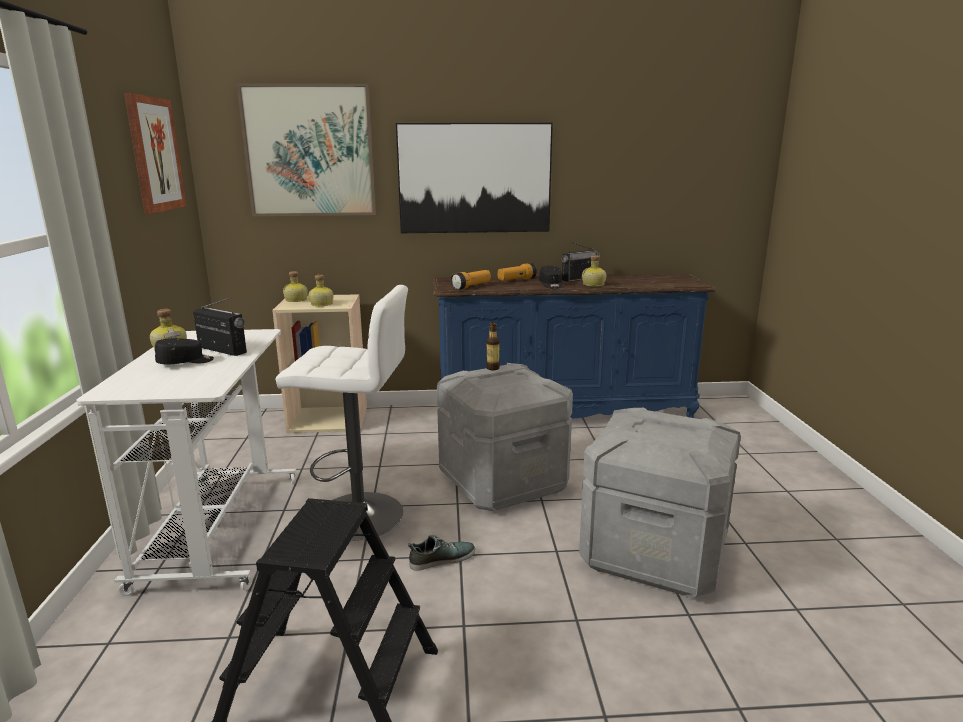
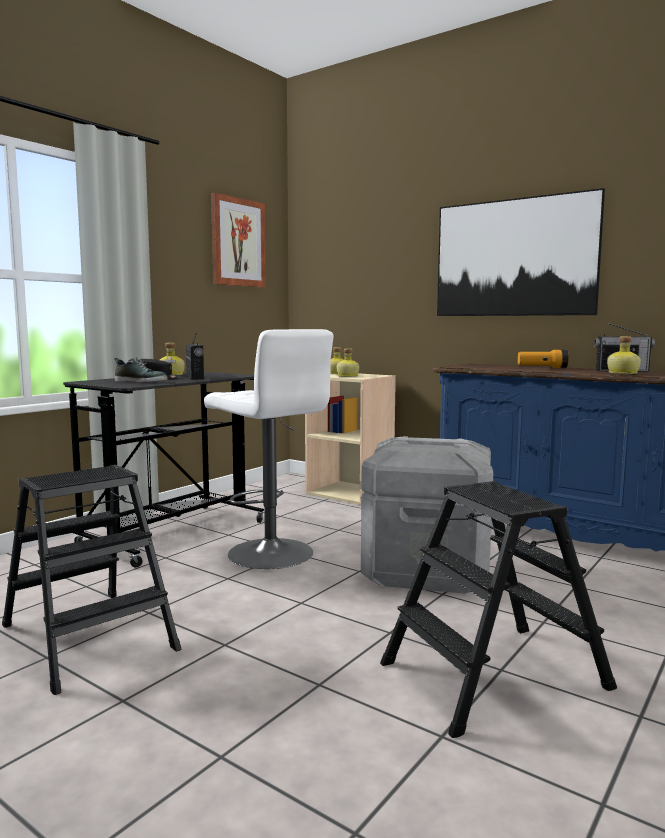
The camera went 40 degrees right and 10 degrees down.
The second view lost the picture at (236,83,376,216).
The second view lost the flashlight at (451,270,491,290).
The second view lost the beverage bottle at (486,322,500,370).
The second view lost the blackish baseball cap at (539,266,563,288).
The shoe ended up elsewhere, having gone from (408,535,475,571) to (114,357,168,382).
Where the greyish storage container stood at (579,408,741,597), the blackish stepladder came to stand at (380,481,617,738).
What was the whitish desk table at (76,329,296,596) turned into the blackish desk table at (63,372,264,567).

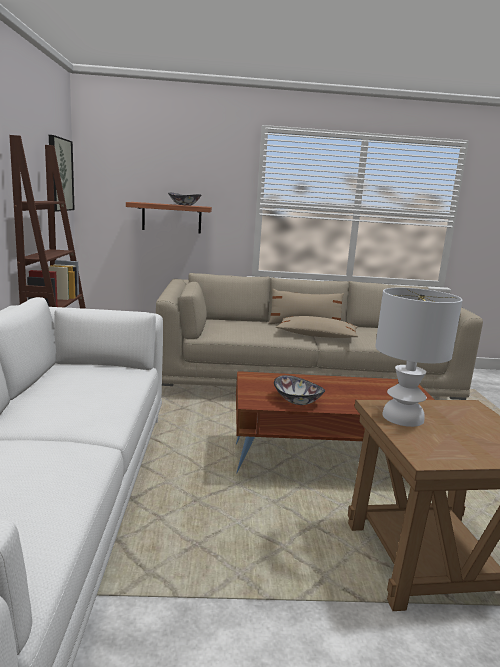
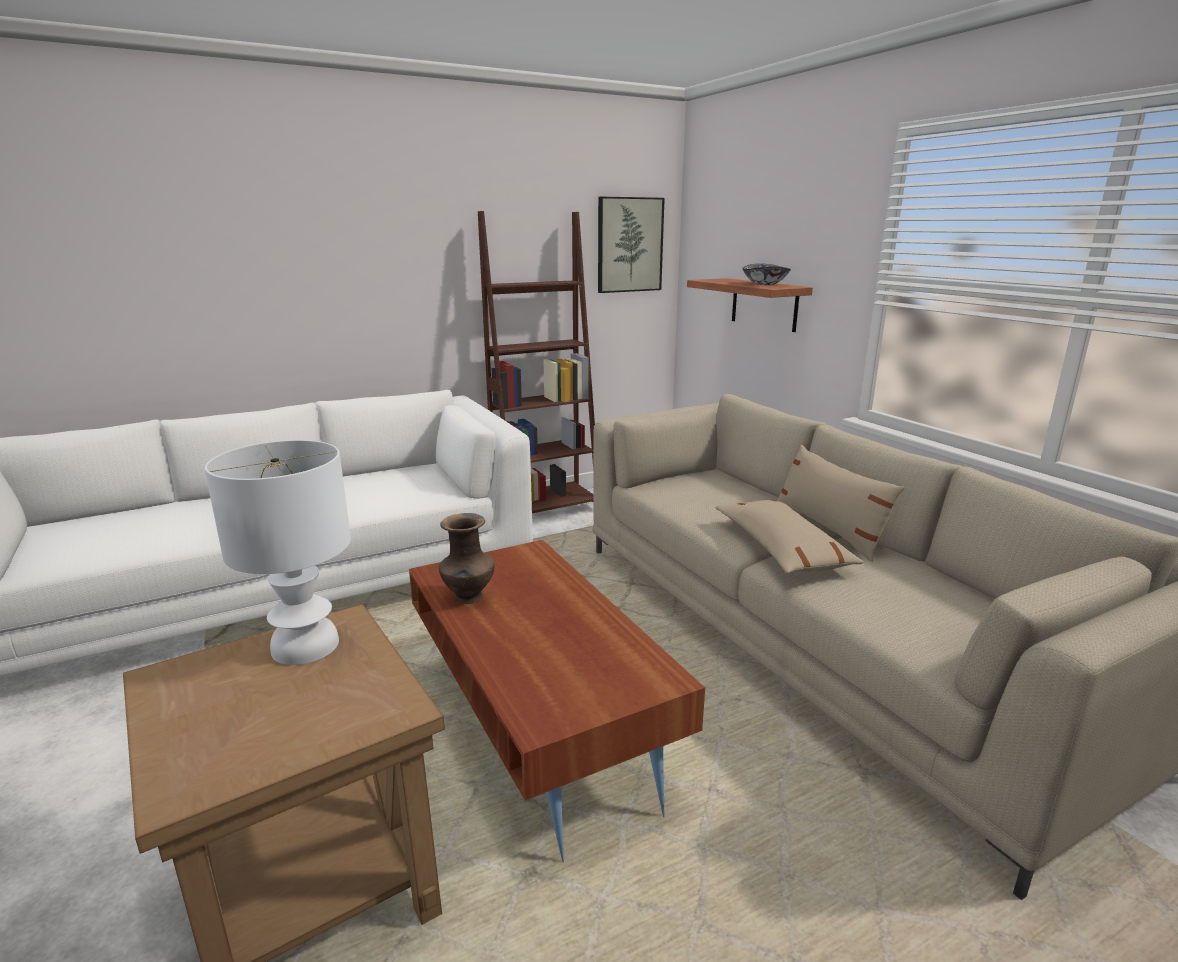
The camera went 65 degrees right and 5 degrees up.
Where the serving bowl stood at (274,375,325,405), the brown vase came to stand at (439,513,494,604).

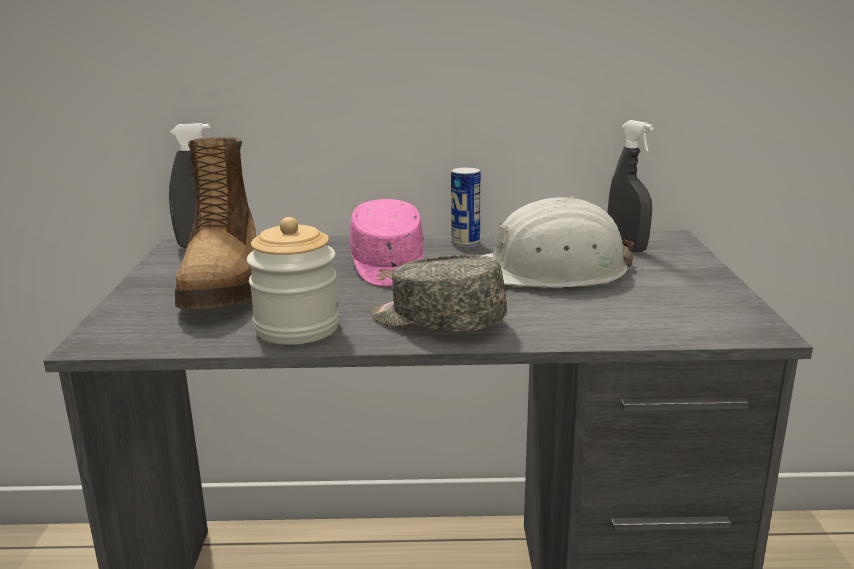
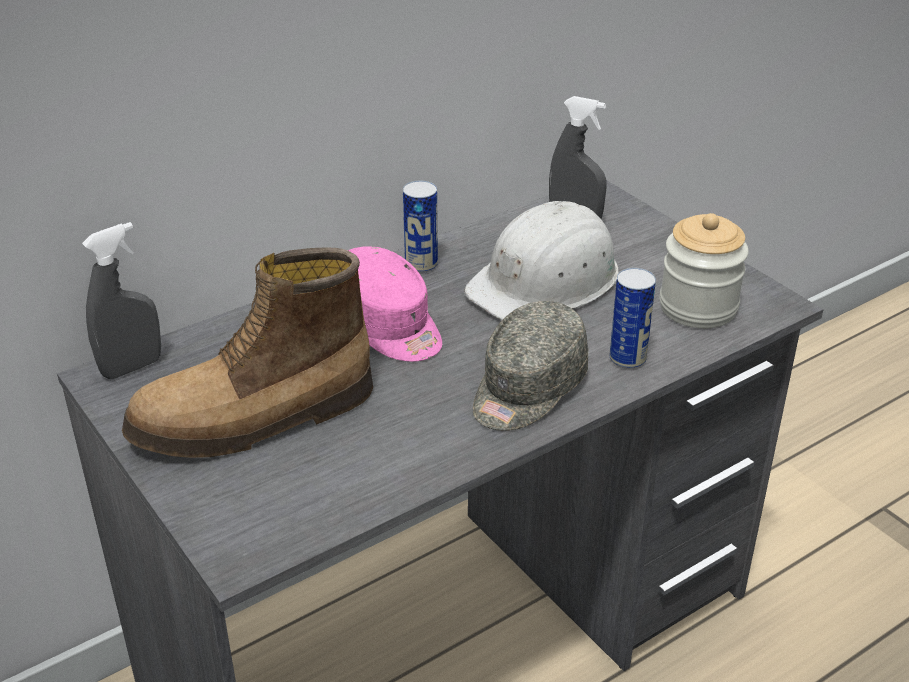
The camera went 35 degrees left and 15 degrees up.
The second view gained the can at (609,268,656,369).
The jar ended up elsewhere, having gone from (247,217,339,345) to (660,213,749,328).
The tall boot at (175,136,256,309) ended up facing another way, 105 degrees clockwise from before.
The greyish baseball cap at (372,255,507,331) ended up facing another way, 45 degrees counterclockwise from before.

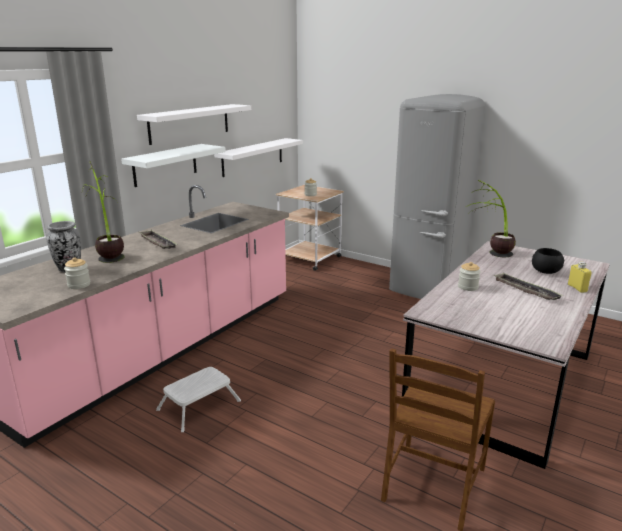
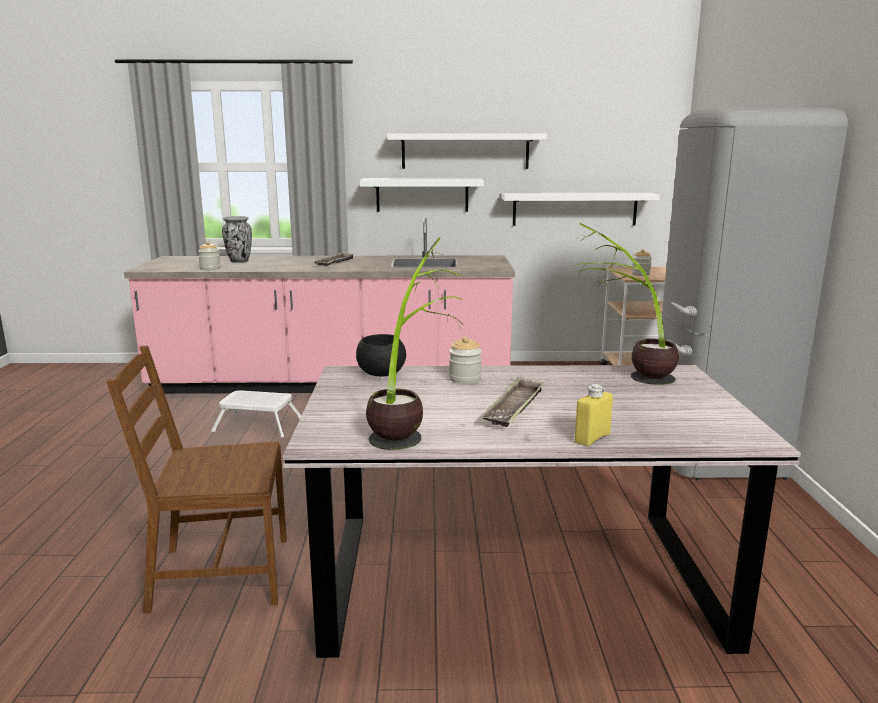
The camera went 55 degrees right and 5 degrees down.
The houseplant ended up elsewhere, having gone from (82,161,125,263) to (366,238,463,450).
The blackish serving bowl ended up elsewhere, having gone from (532,248,564,274) to (356,334,406,376).

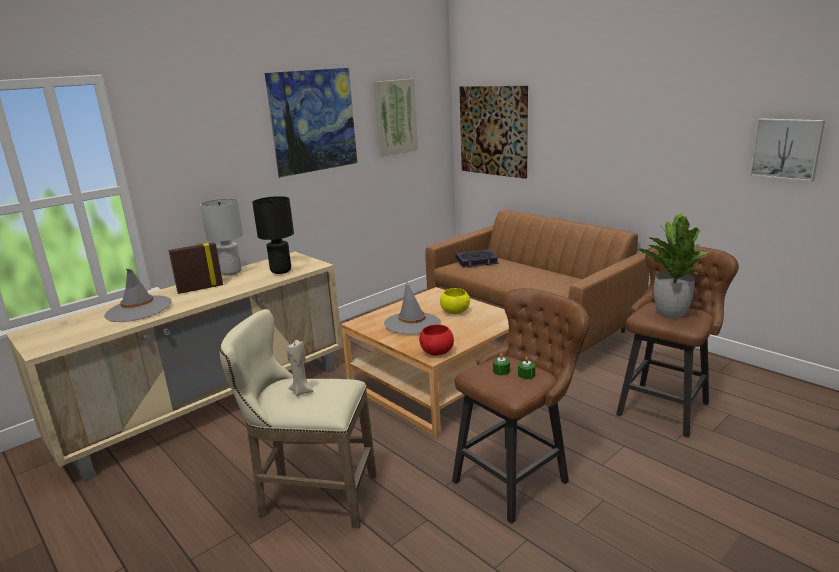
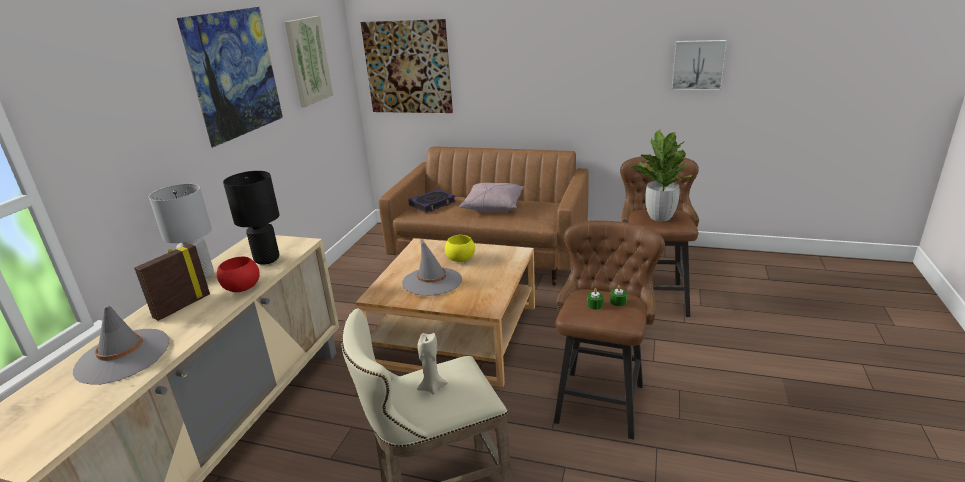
The camera went 30 degrees left and 5 degrees up.
The second view gained the purple-coloured pillow at (459,183,524,212).
The reddish serving bowl ended up elsewhere, having gone from (419,325,454,356) to (217,257,260,292).

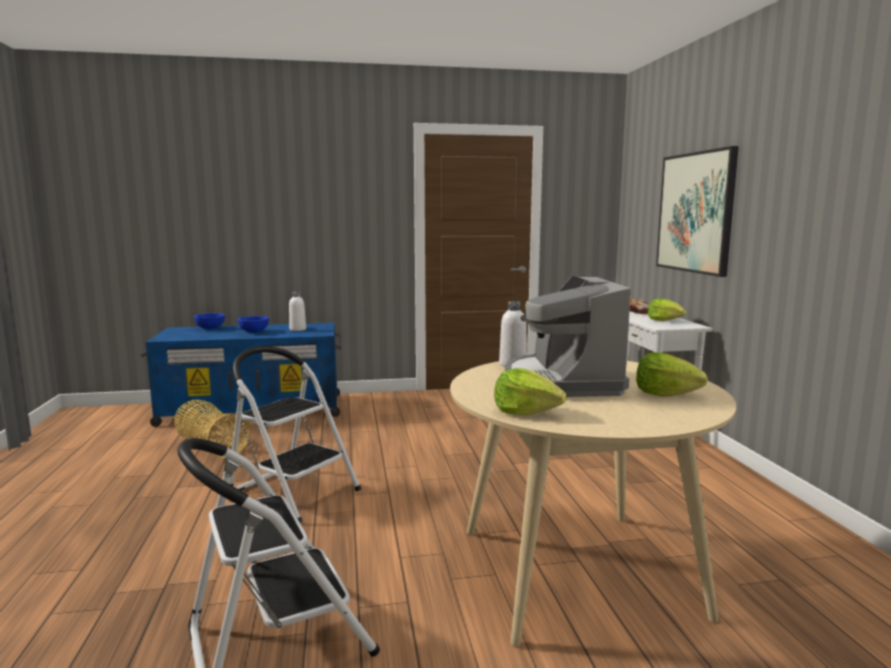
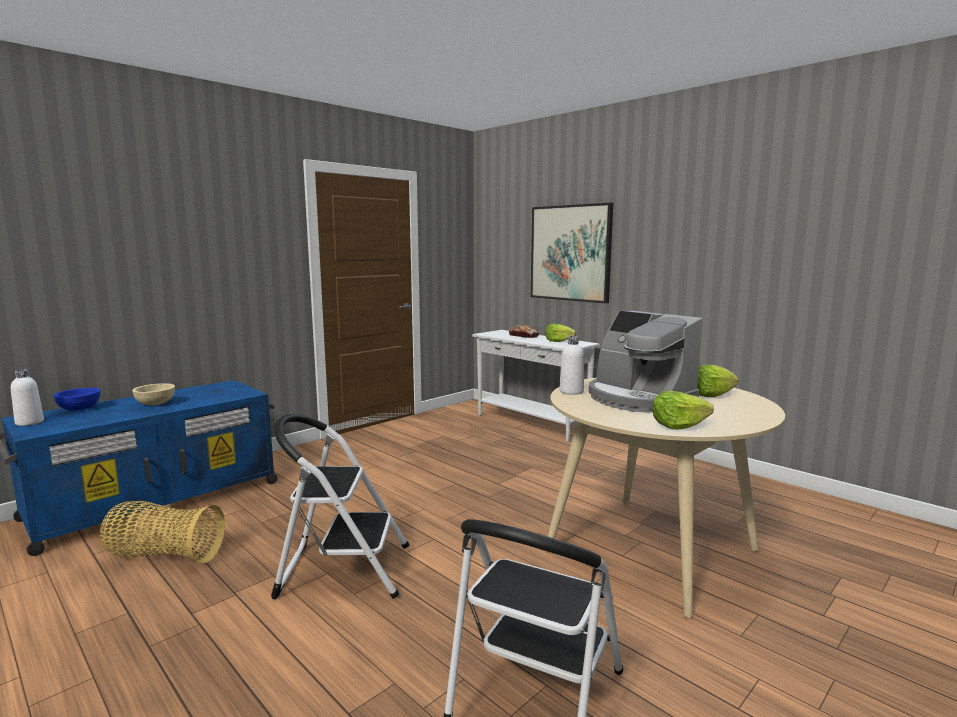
The camera went 35 degrees left and 0 degrees up.
The whitish beverage bottle ended up elsewhere, having gone from (289,291,306,331) to (11,369,44,426).
What was the blue-coloured serving bowl at (238,316,269,333) turned into the beige serving bowl at (132,383,175,405).

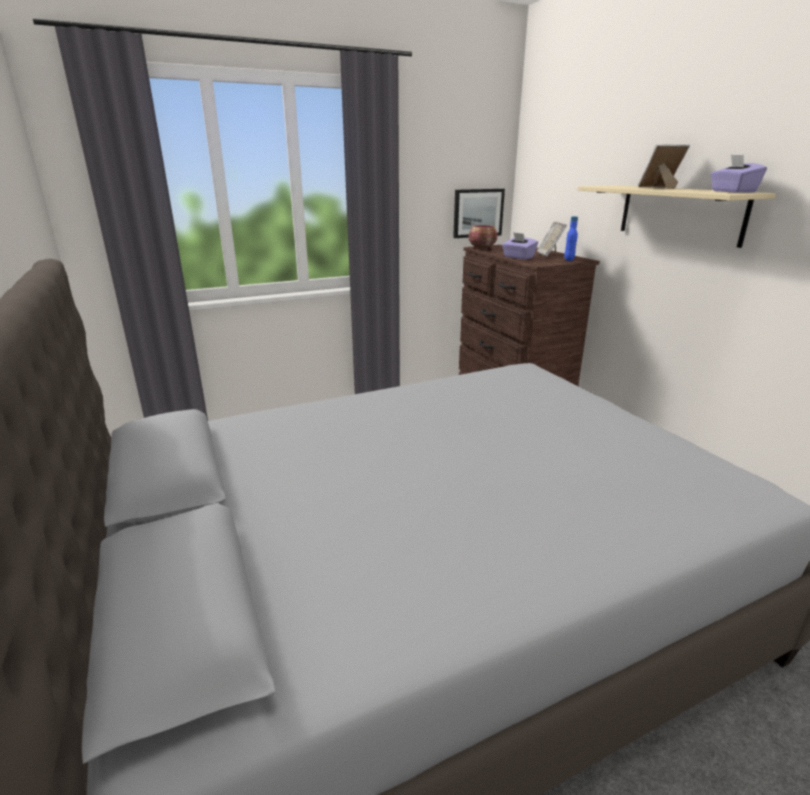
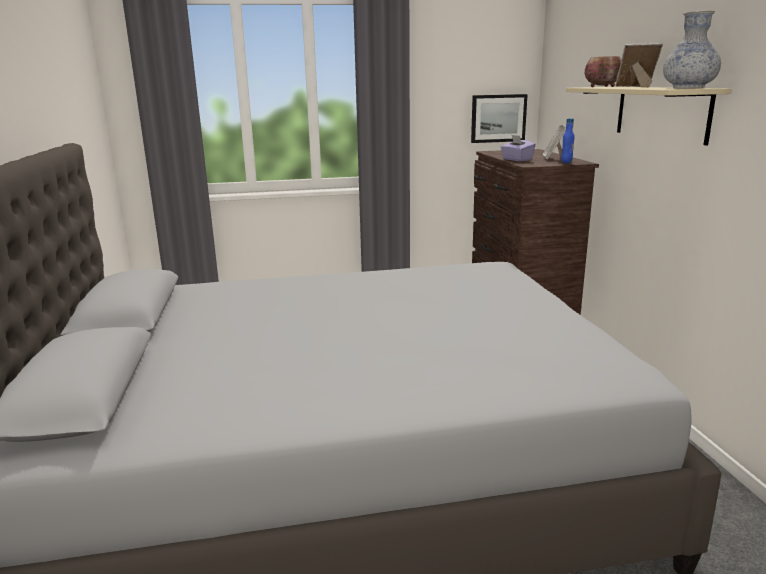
The camera went 15 degrees right and 5 degrees down.
The serving bowl ended up elsewhere, having gone from (469,225,497,250) to (585,56,621,87).
Where the purple-coloured tissue box stood at (711,155,767,193), the vase came to stand at (663,10,721,88).

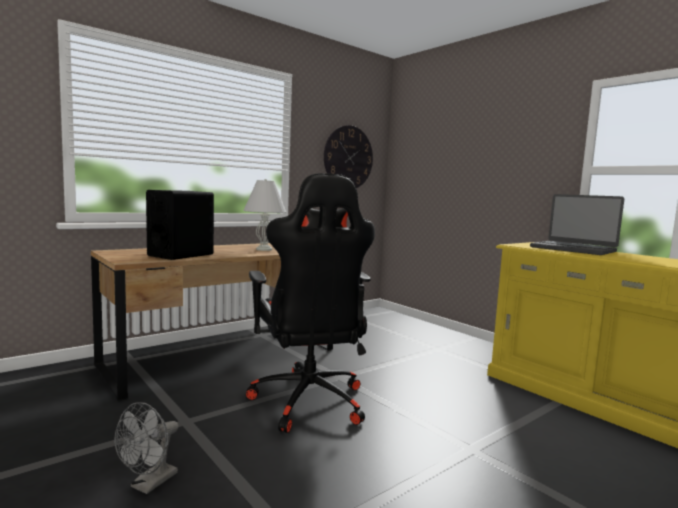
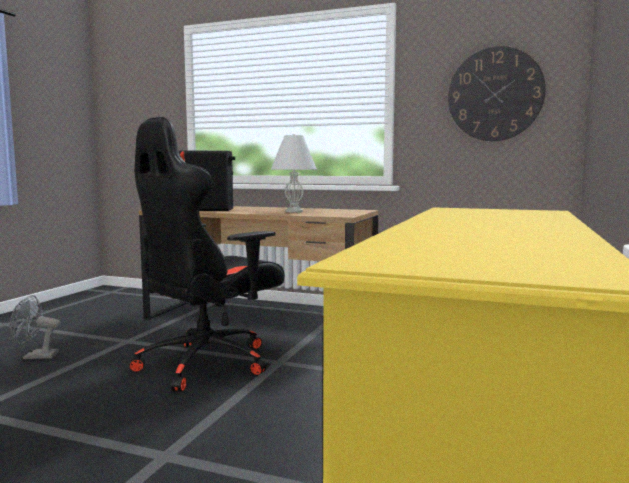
The camera went 60 degrees right and 0 degrees up.
The second view lost the portable computer at (530,194,624,255).

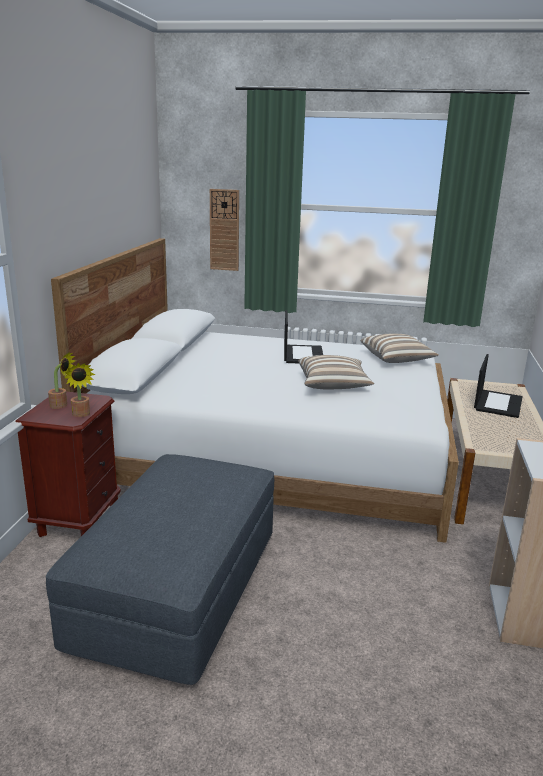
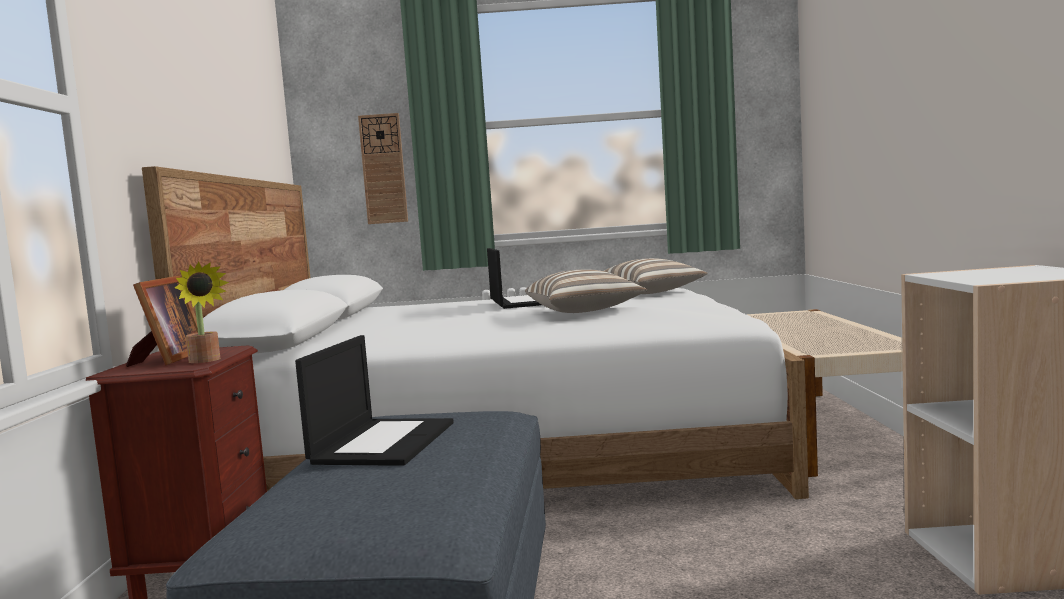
The camera went 10 degrees left and 15 degrees down.
The portable computer ended up elsewhere, having gone from (474,354,523,418) to (295,335,454,466).
Where the houseplant stood at (48,352,76,409), the photo frame came to stand at (126,276,198,367).

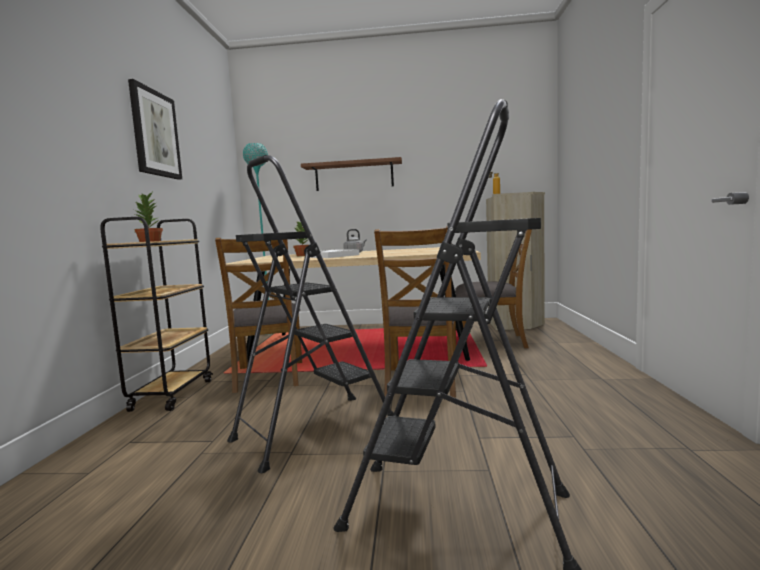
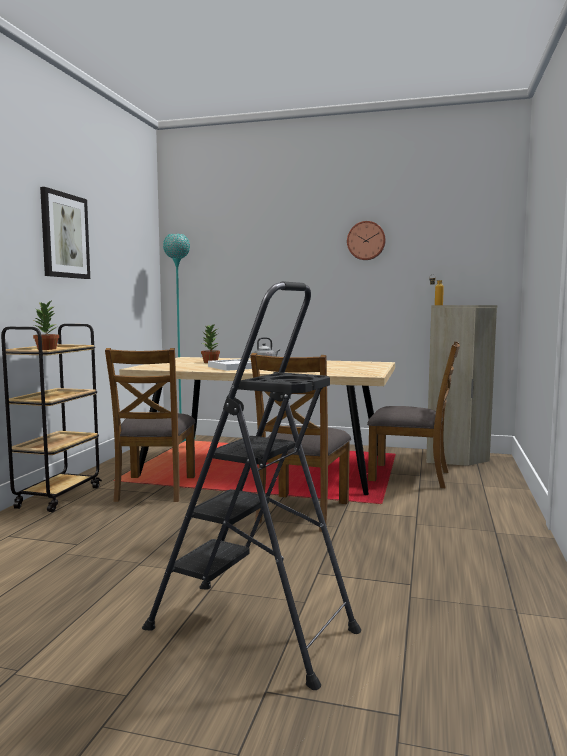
The camera went 10 degrees right and 0 degrees up.
The second view lost the stepladder at (227,155,394,473).
The second view lost the brown shelf at (301,157,402,191).
The second view gained the wall clock at (347,221,386,260).

